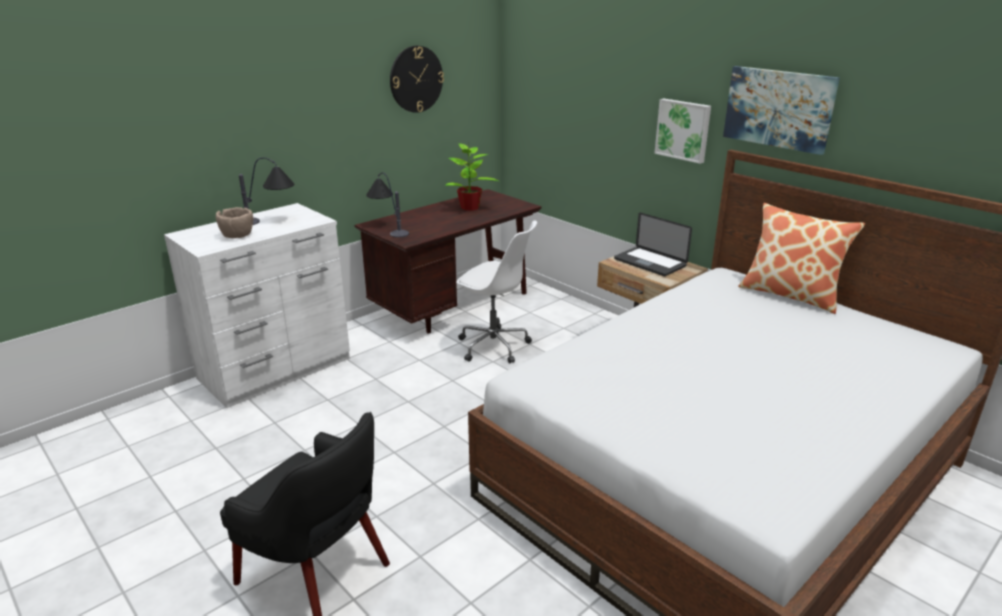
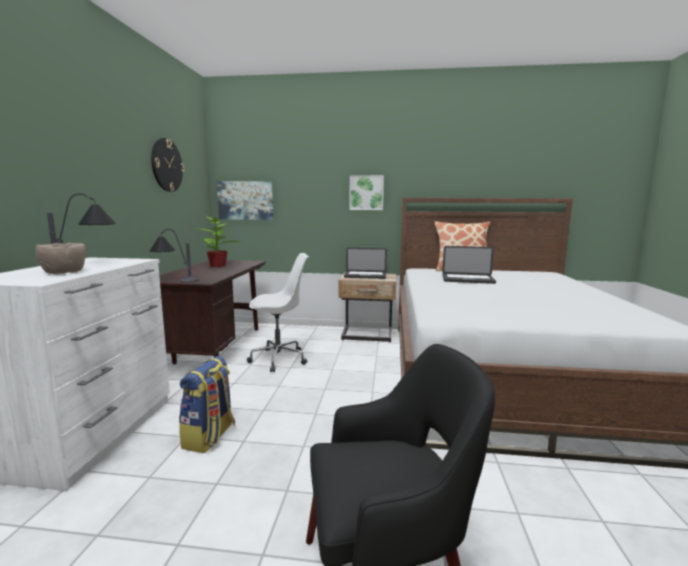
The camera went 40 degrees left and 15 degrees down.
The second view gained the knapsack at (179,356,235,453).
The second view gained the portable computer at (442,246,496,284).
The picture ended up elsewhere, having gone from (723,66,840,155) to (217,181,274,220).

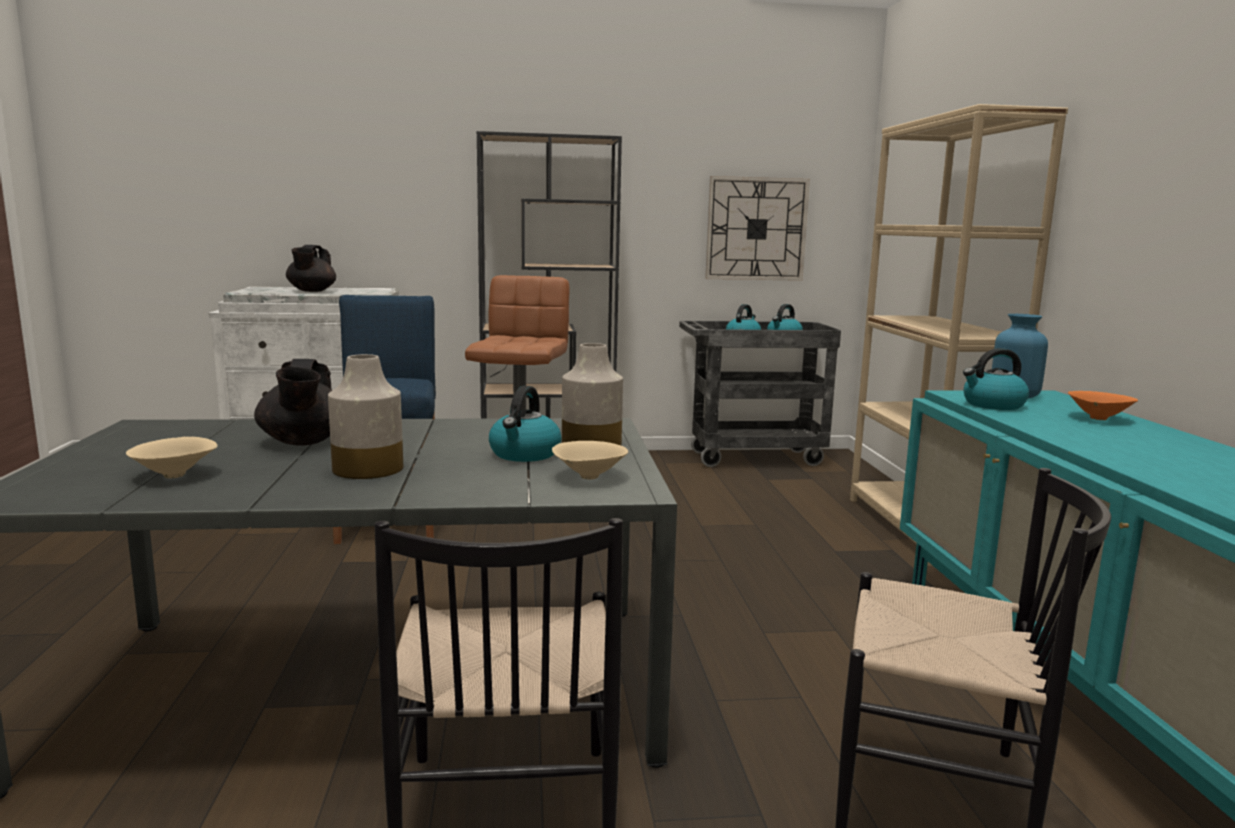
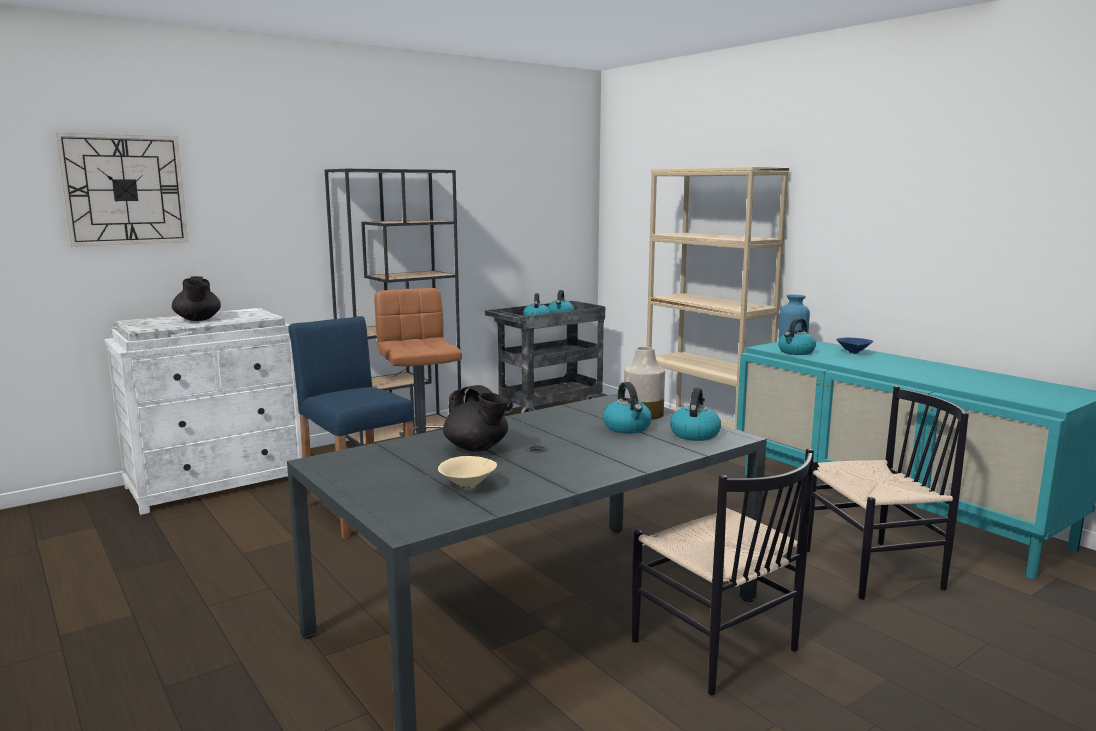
The camera went 30 degrees left and 0 degrees up.
The second view lost the beige vase at (328,354,403,479).
The wall clock ended up elsewhere, having gone from (705,176,810,281) to (55,133,188,247).
Where the beige serving bowl stood at (552,441,628,479), the water kettle came to stand at (670,388,721,441).
What was the orangey serving bowl at (1068,391,1138,420) turned into the blue-coloured serving bowl at (836,337,873,354).

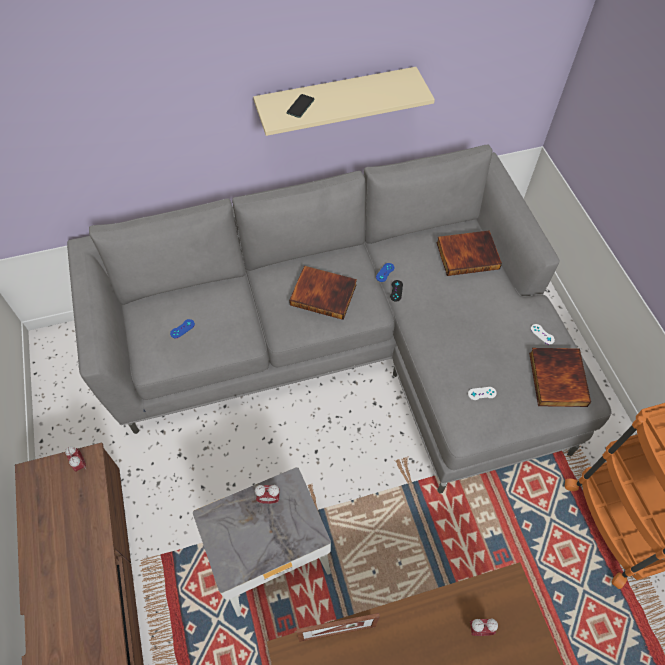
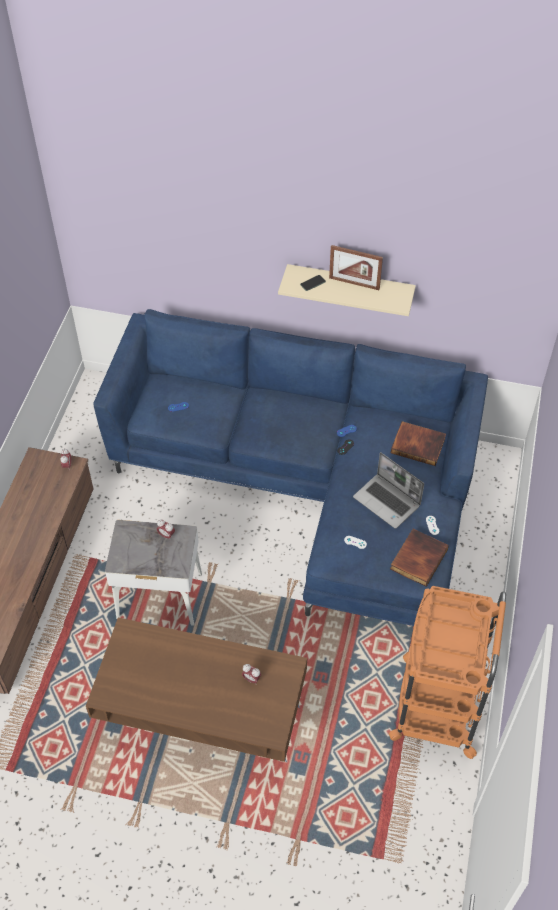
The camera went 30 degrees right and 5 degrees down.
The second view lost the book at (289,266,357,320).
The second view gained the portable computer at (353,452,424,529).
The photo frame ended up elsewhere, having gone from (296,613,380,642) to (329,245,383,290).
What was the greyish sofa at (67,144,612,494) turned into the blue-coloured sofa at (94,309,488,626).

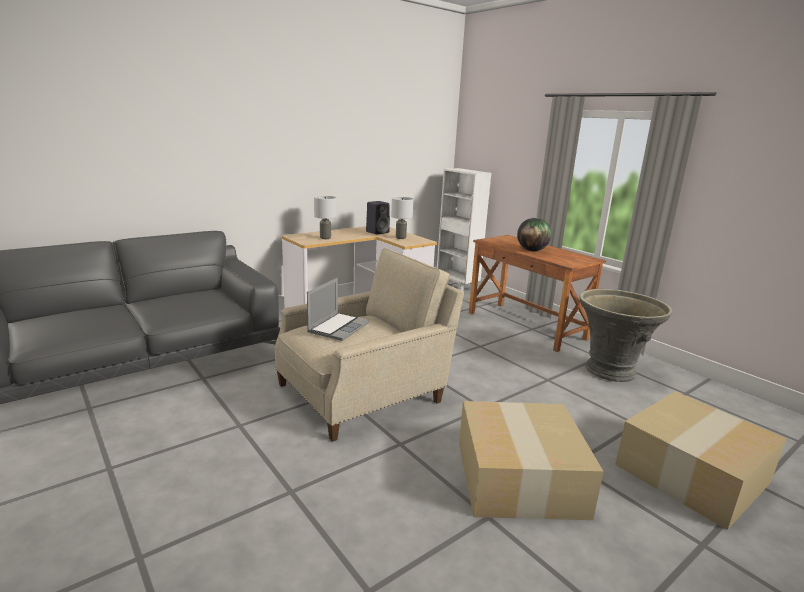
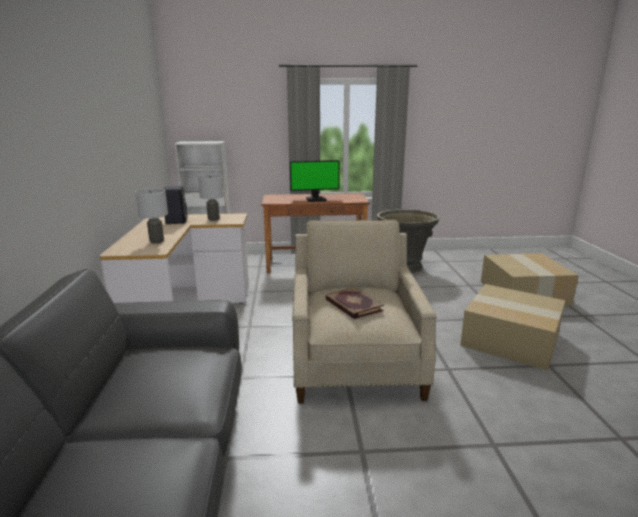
The camera went 55 degrees left and 0 degrees up.
Where the portable computer stood at (307,278,369,341), the book came to stand at (325,287,384,319).
Where the world globe stood at (517,218,552,251), the computer screen came to stand at (290,160,340,202).

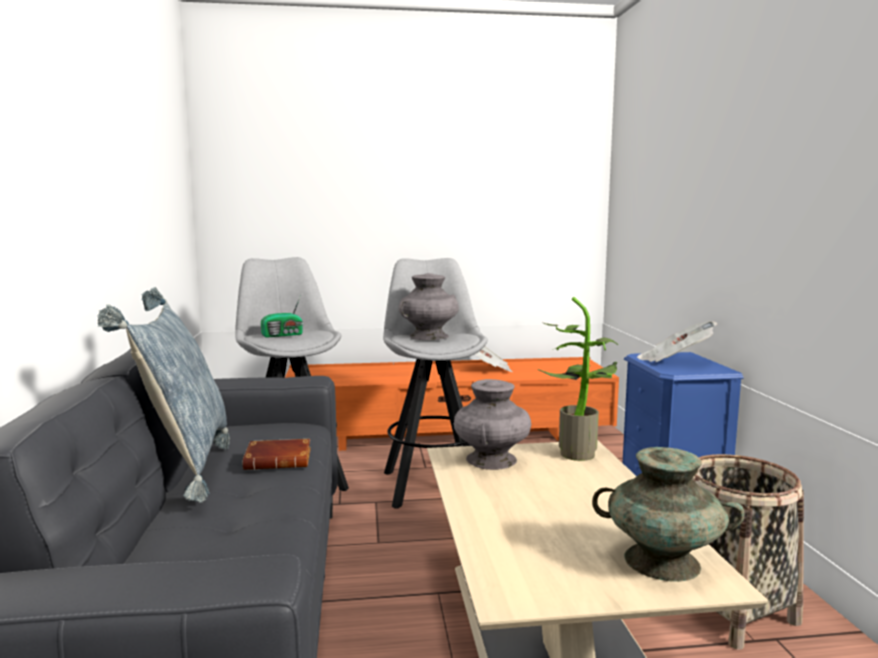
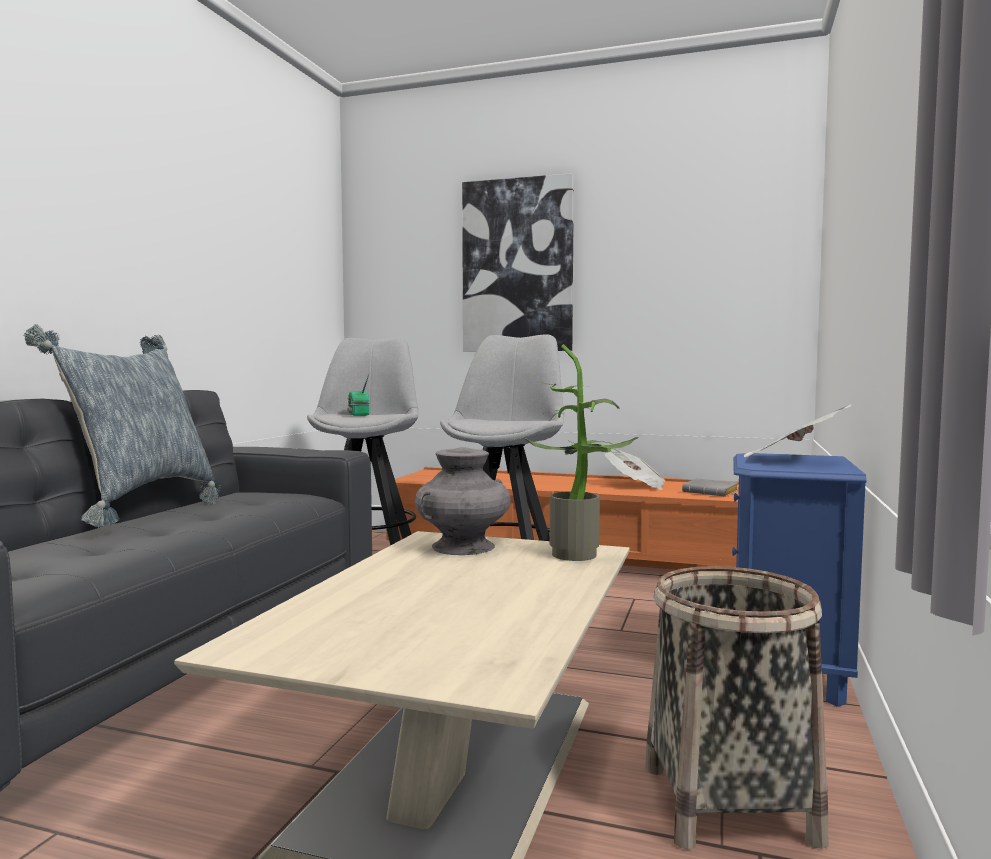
The camera went 25 degrees right and 5 degrees down.
The second view lost the brown book at (243,439,311,470).
The second view lost the greyish vase at (398,273,459,340).
The second view lost the turquoise-coloured vase at (592,447,745,582).
The second view gained the picture at (462,173,574,351).
The second view gained the greyish book at (682,478,738,497).
The radio at (261,295,303,338) ended up facing another way, 75 degrees clockwise from before.

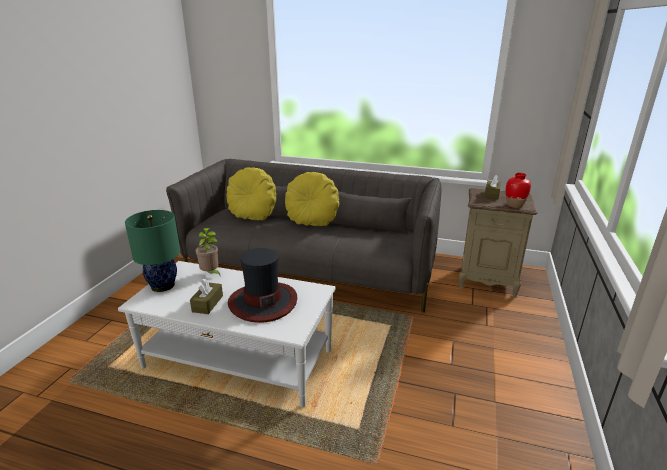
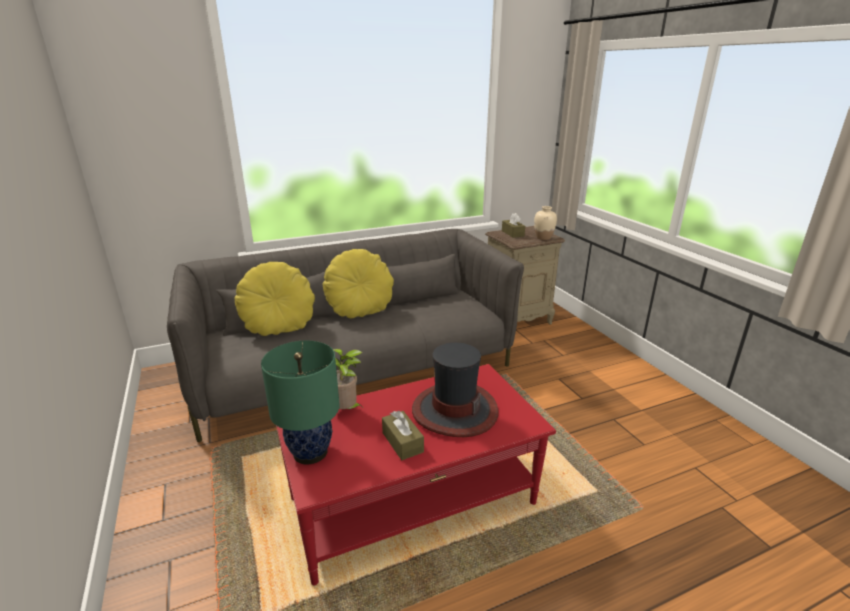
The camera went 40 degrees left and 0 degrees up.
What was the whitish low table at (118,261,336,408) turned into the reddish low table at (276,364,556,585).
What was the reddish vase at (506,173,531,208) turned into the beige vase at (534,206,557,240).

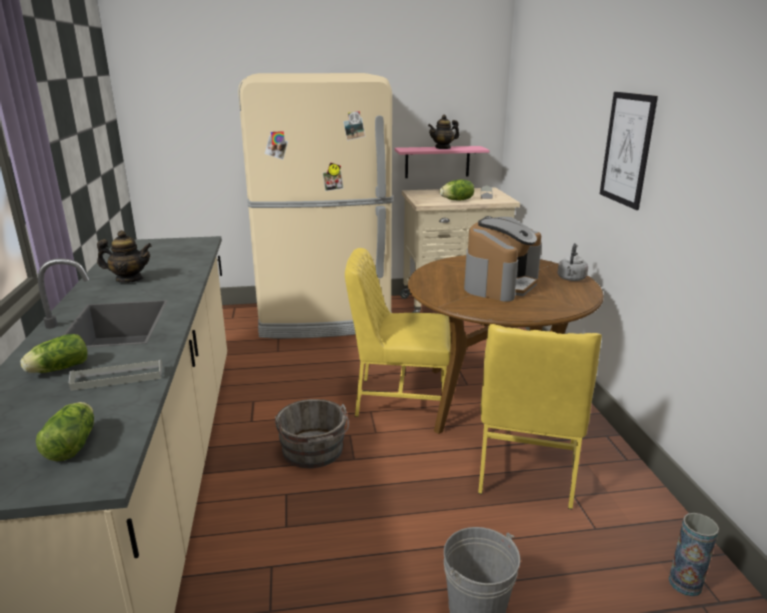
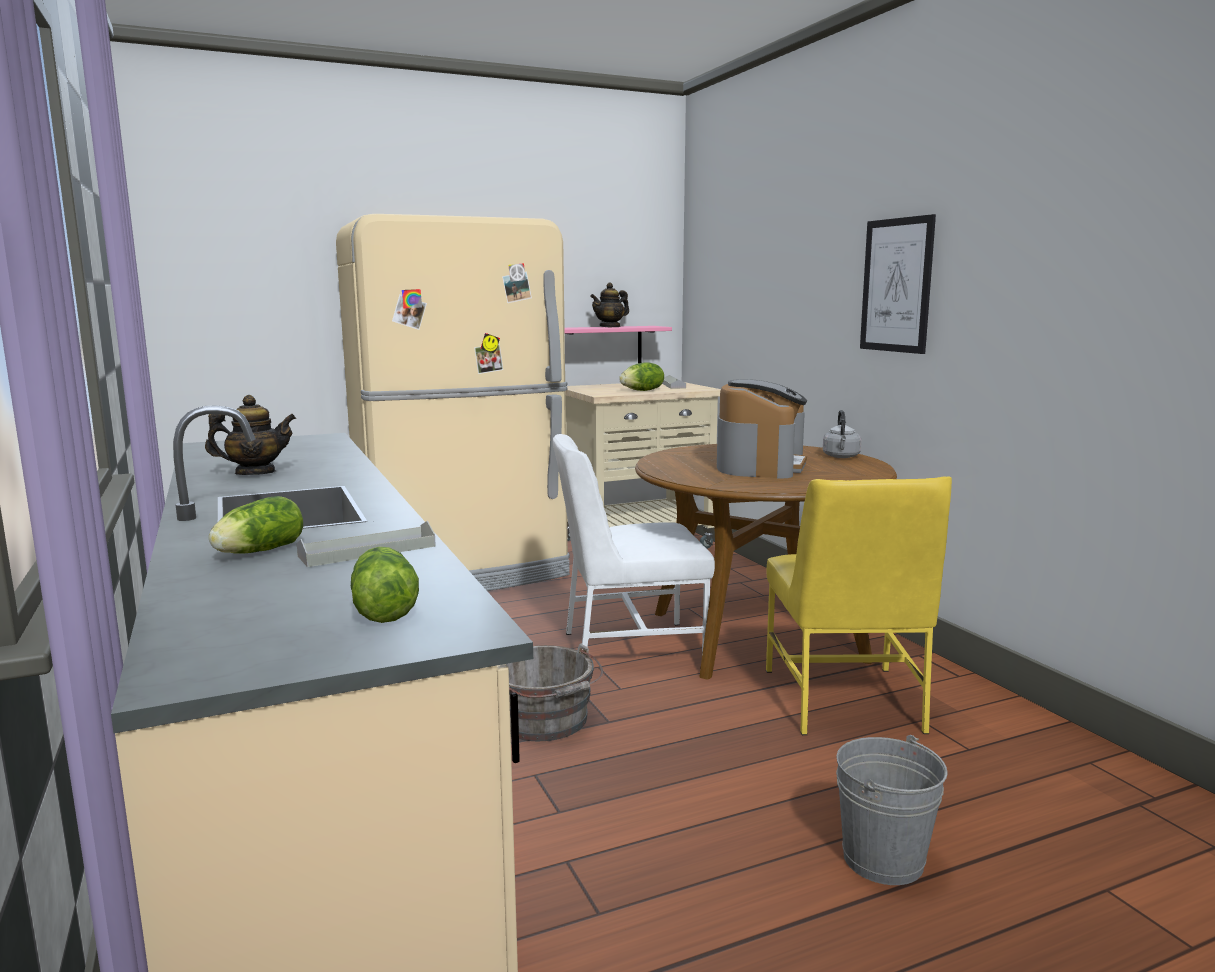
The camera went 15 degrees left and 10 degrees down.
The second view lost the vase at (669,513,719,596).
What was the yellow-coloured upright chair at (345,248,451,417) turned into the whitish upright chair at (553,434,715,653).

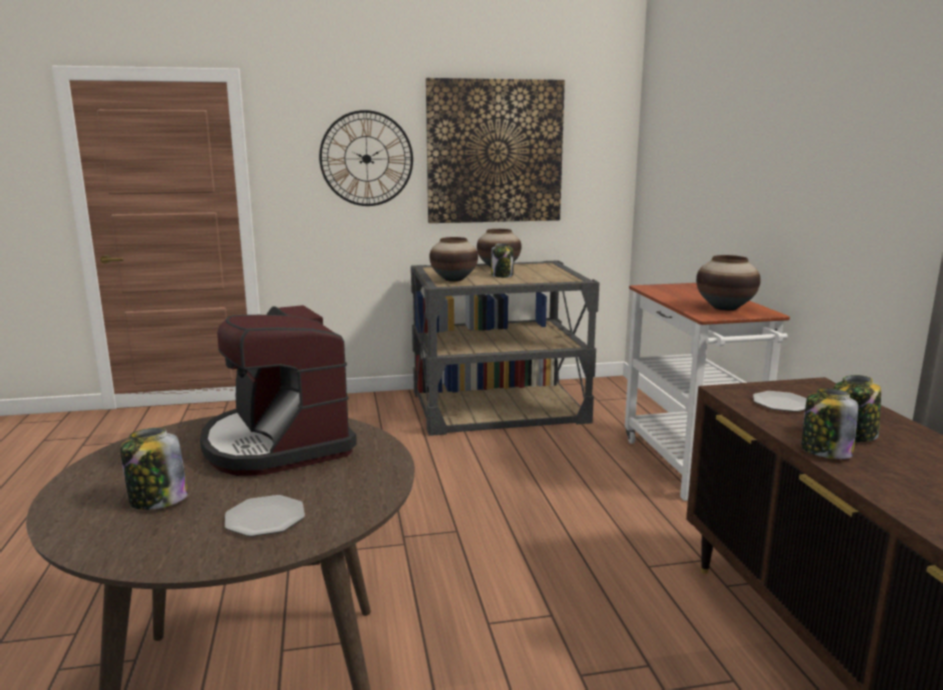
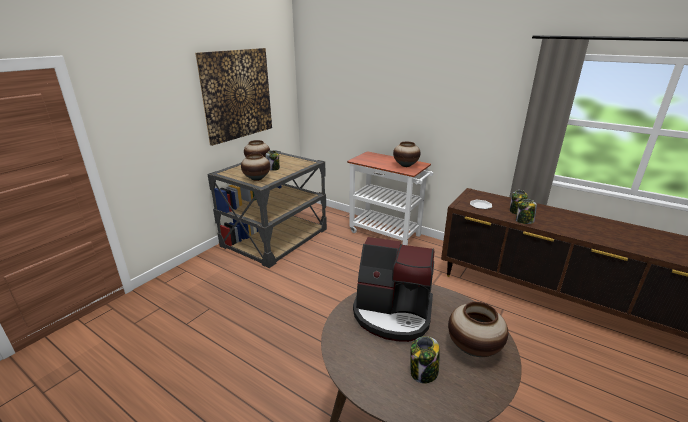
The camera went 45 degrees left and 10 degrees up.
The second view lost the wall clock at (319,110,413,206).
Where the flat dish stood at (225,495,305,537), the vase came to stand at (448,302,508,357).

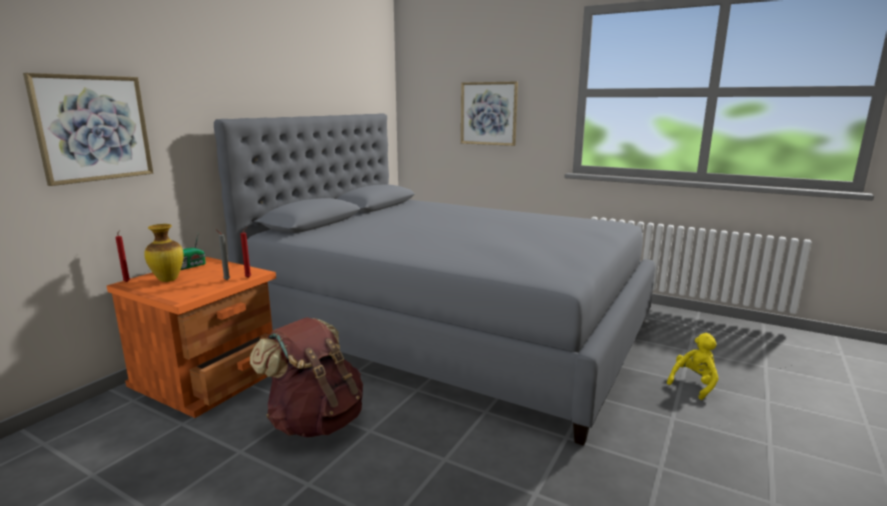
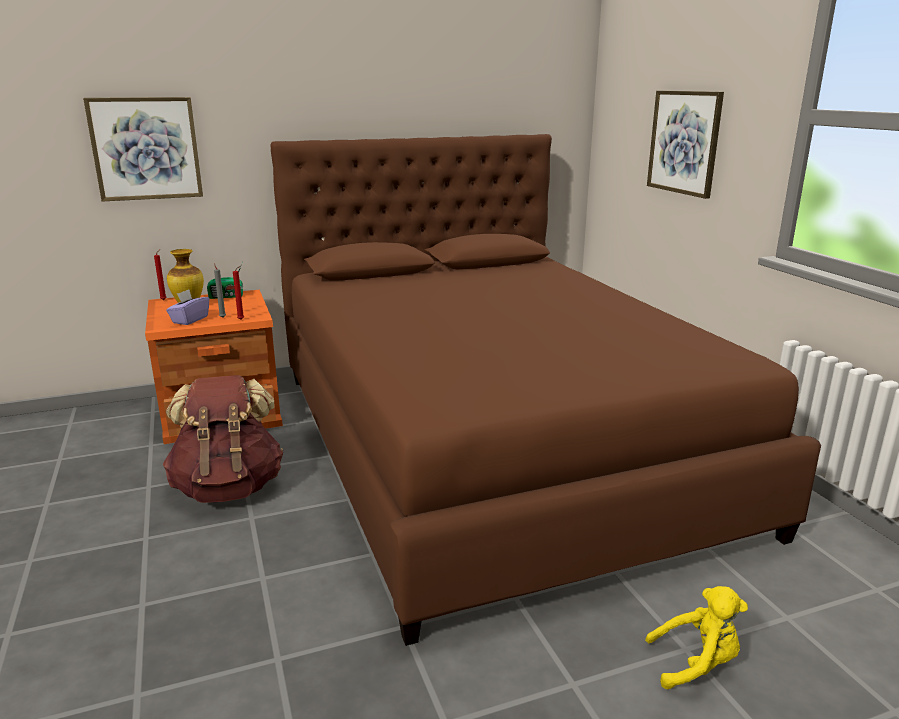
The camera went 40 degrees right and 5 degrees up.
The second view gained the purple-coloured tissue box at (166,289,209,325).
What was the greyish bedroom bed at (214,113,655,446) turned into the brown bedroom bed at (271,134,821,646).

